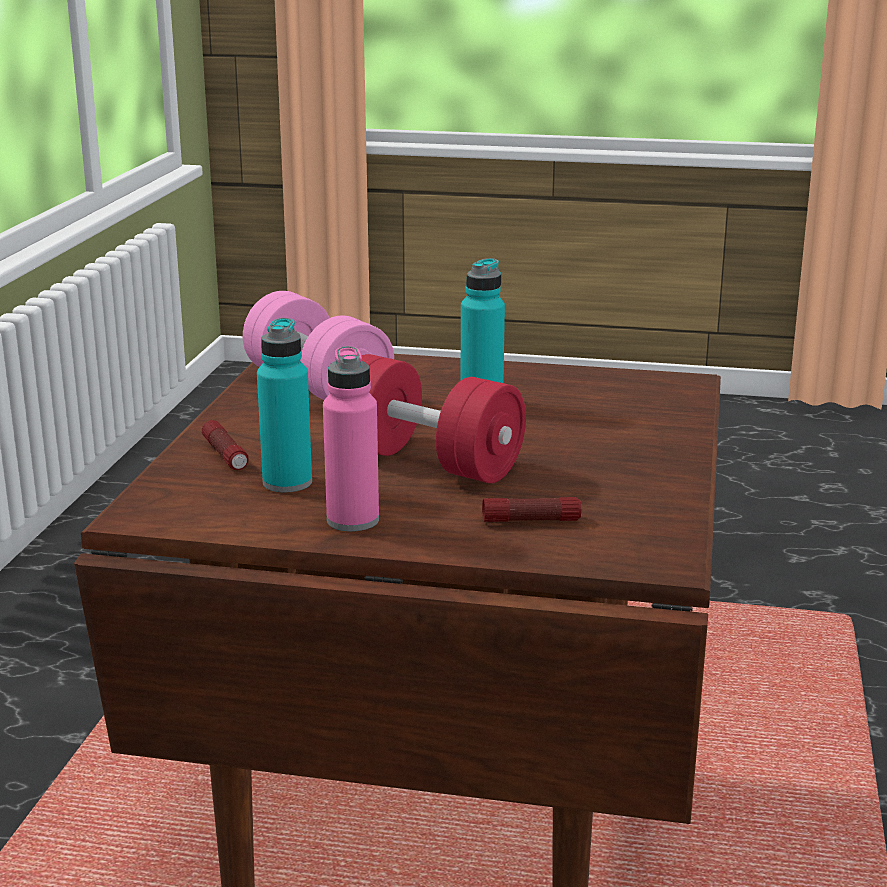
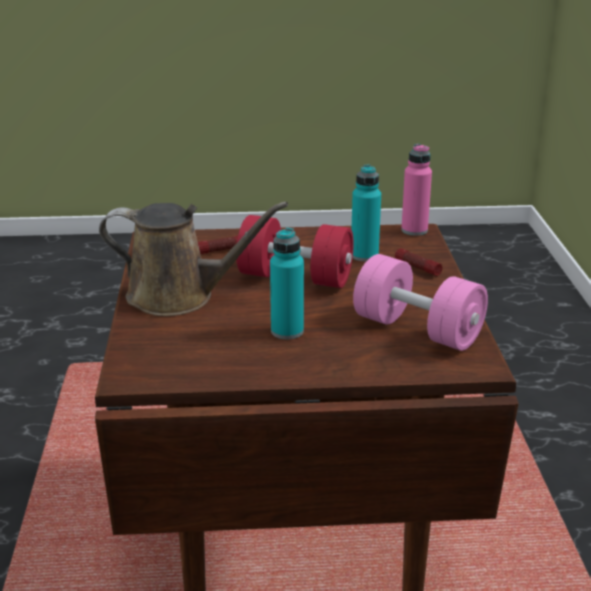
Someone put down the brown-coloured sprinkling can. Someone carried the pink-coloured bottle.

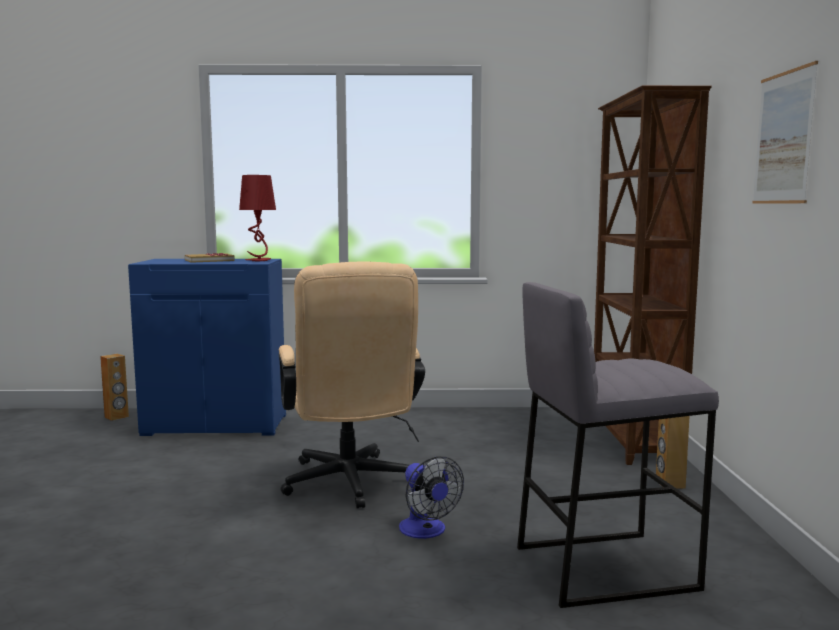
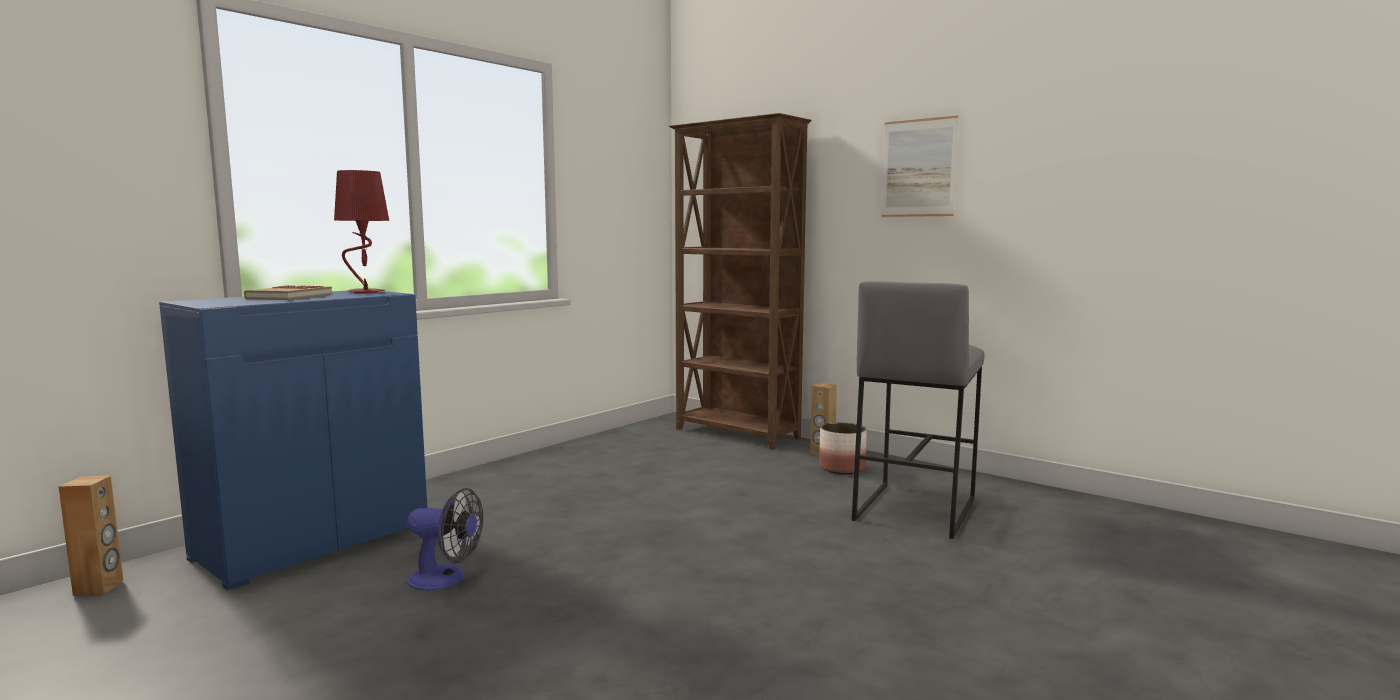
Someone carried the fan. Someone put down the flower pot. Someone took away the sand-coloured desk chair.

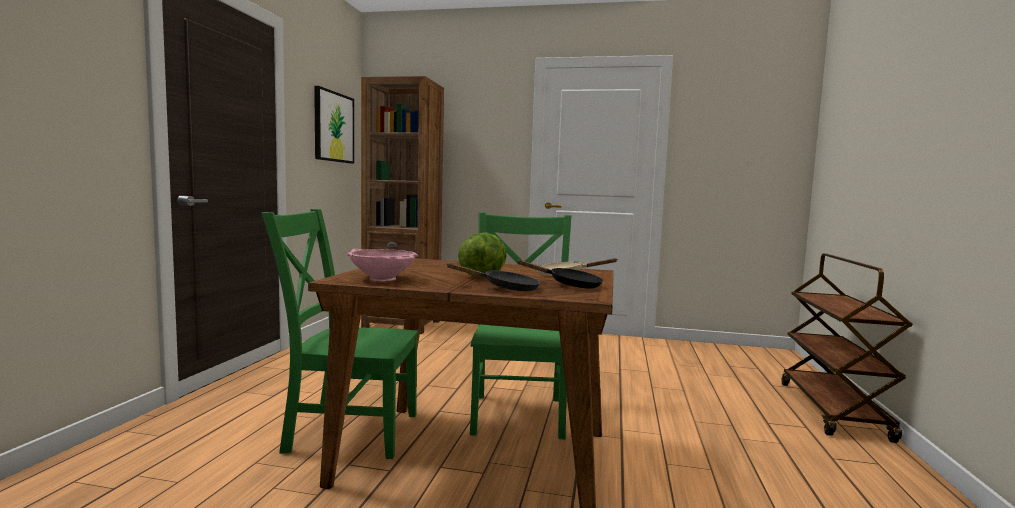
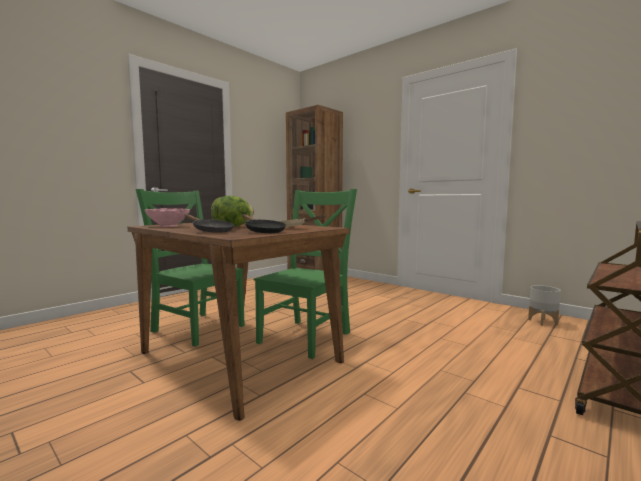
Someone put down the gray flower pot. Someone took away the wall art.

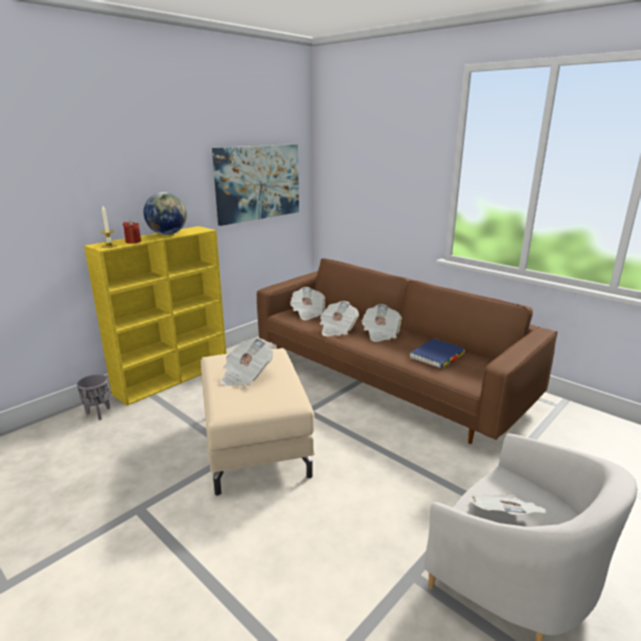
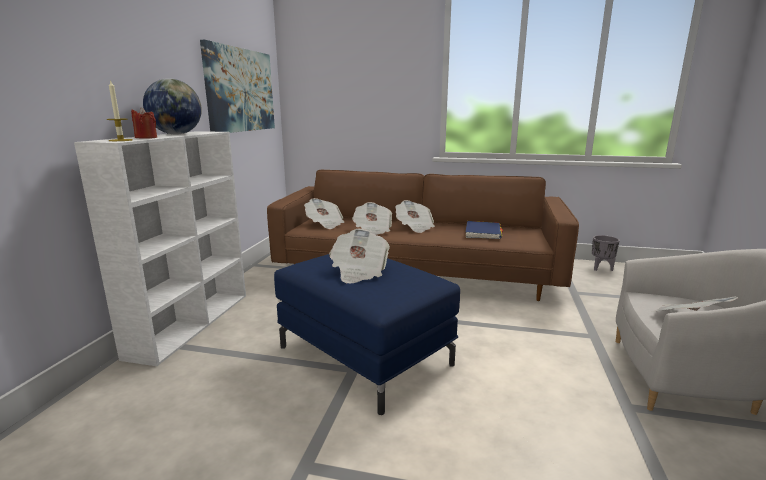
Someone repainted the yellow shelving unit, which became the white shelving unit. Someone repainted the sand-coloured ottoman, which became the blue ottoman. Someone carried the gray flower pot.

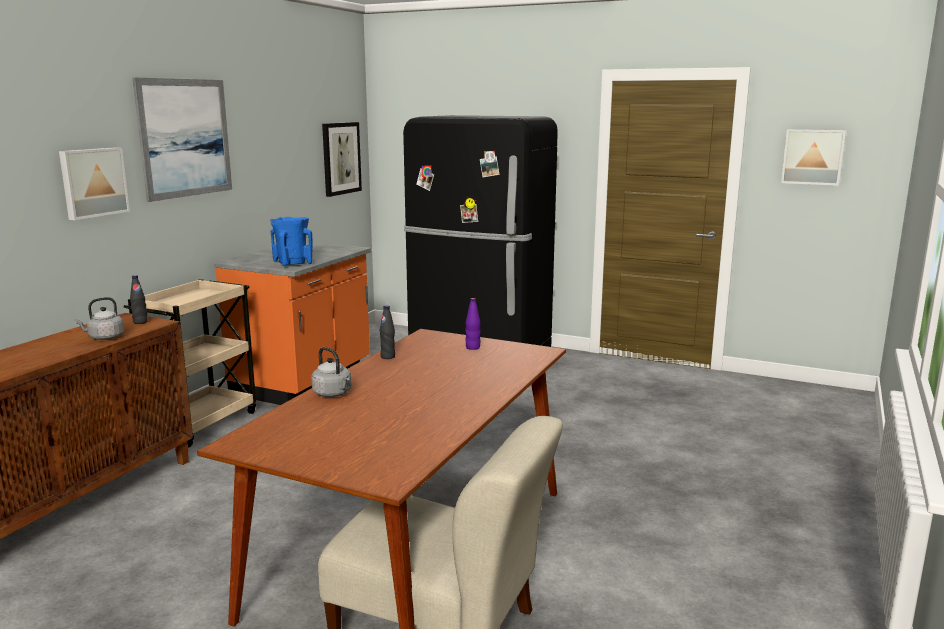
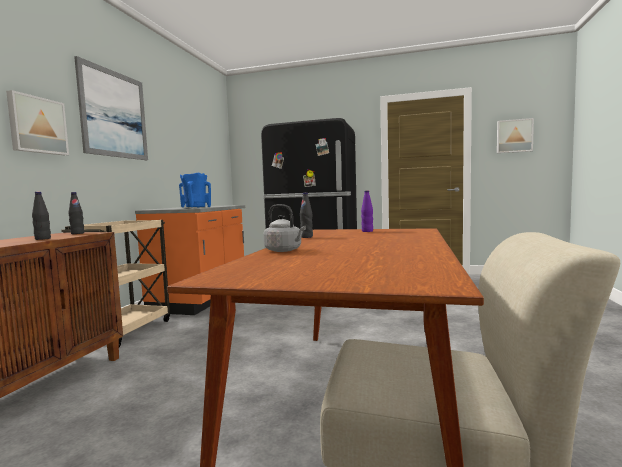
Someone swapped the gray tea kettle (no. 1 from left) for the blackish bottle (no. 1 from left). Someone took away the wall art (no. 3 from left).

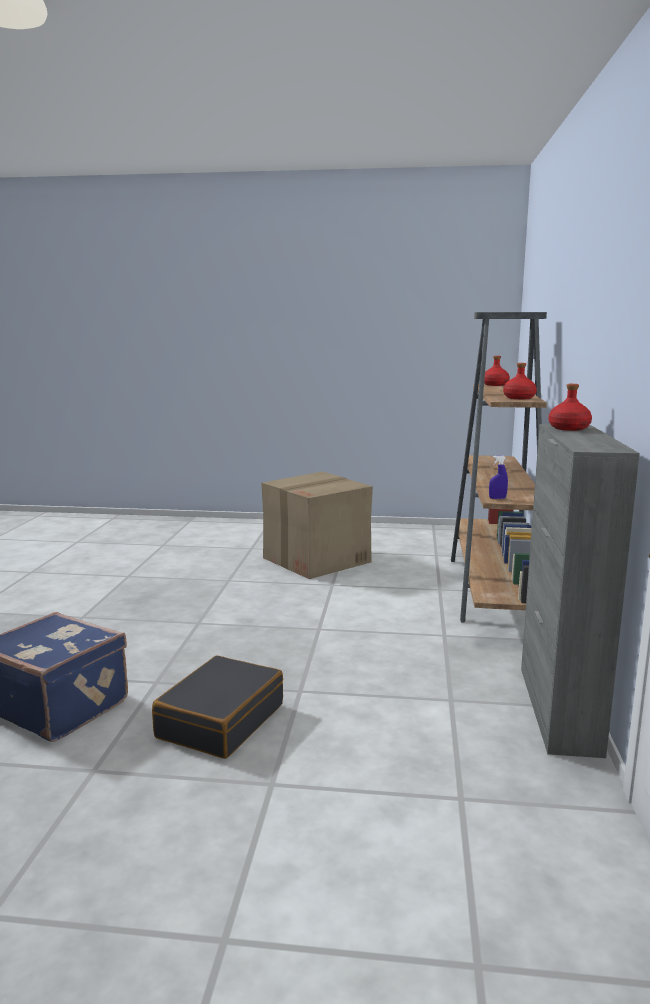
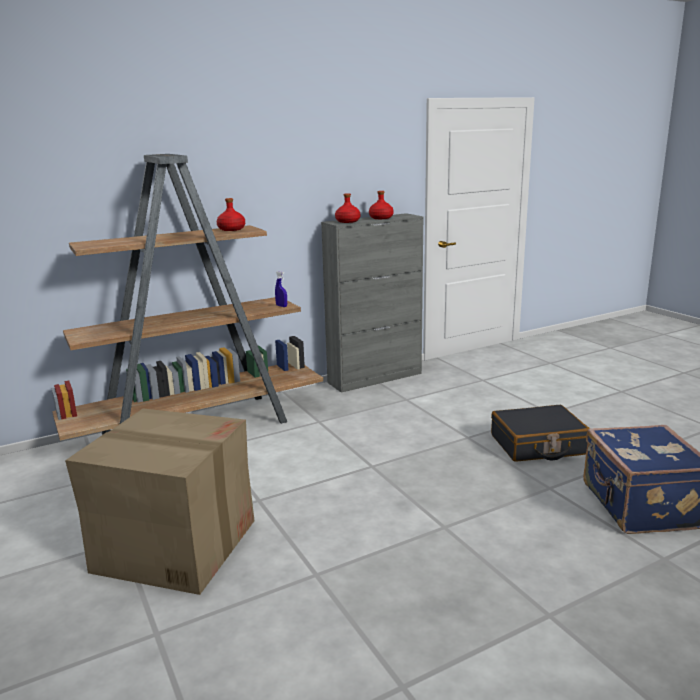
Someone carried the red bottle (no. 1 from left in the first image).

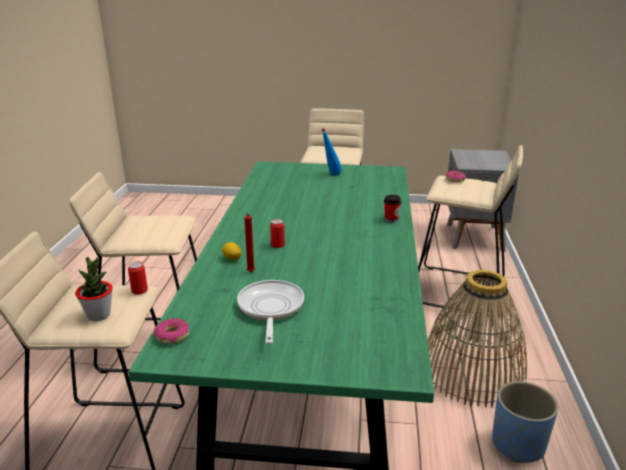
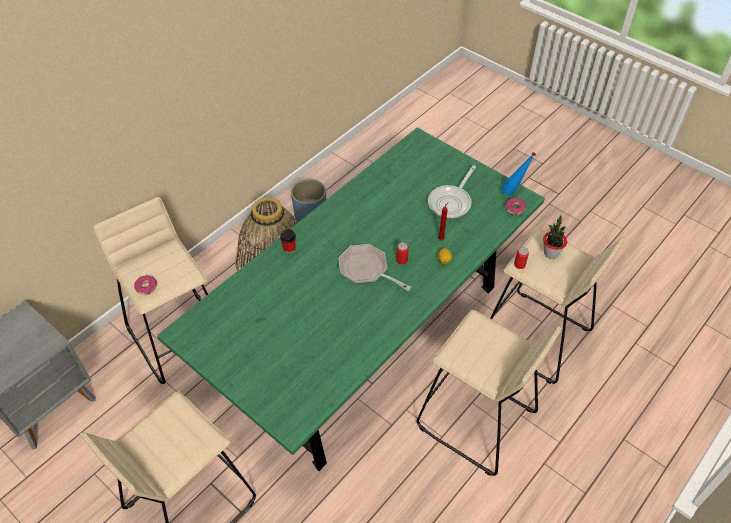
Someone put down the skillet (no. 1 from left). Someone carried the blue bottle.

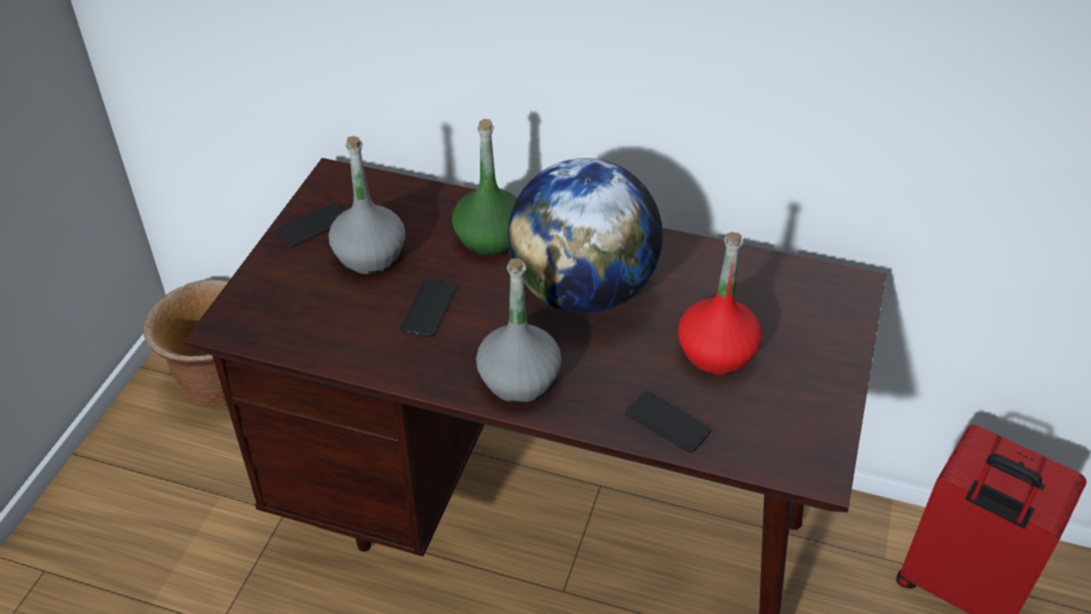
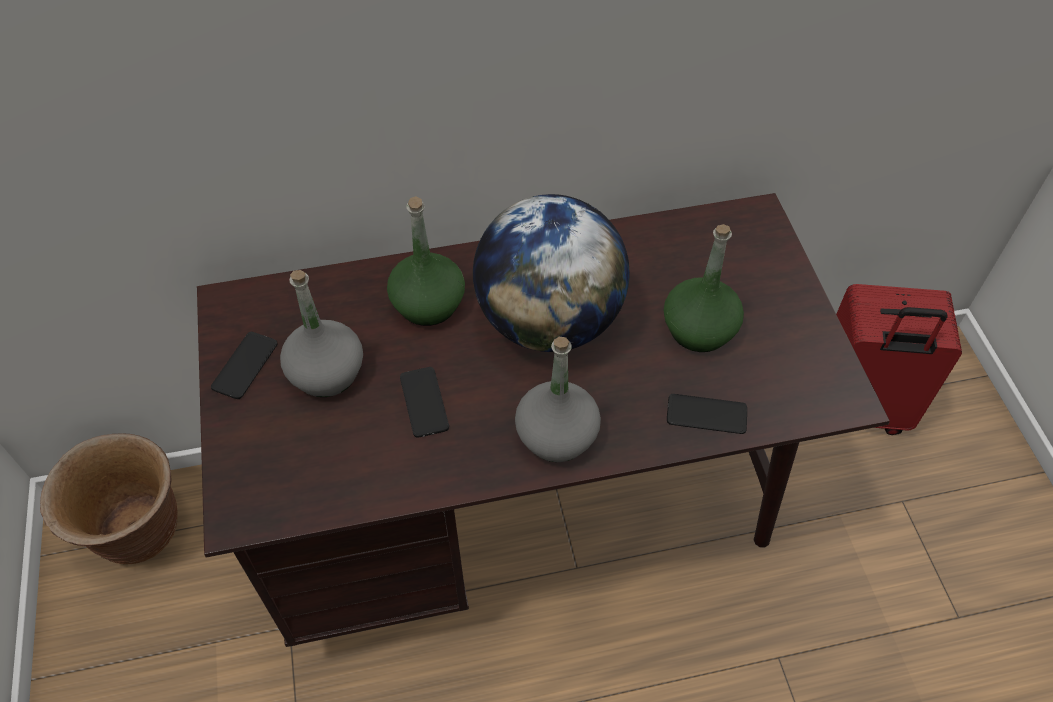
Someone repainted the red bottle, which became the green bottle (no. 2 from left).

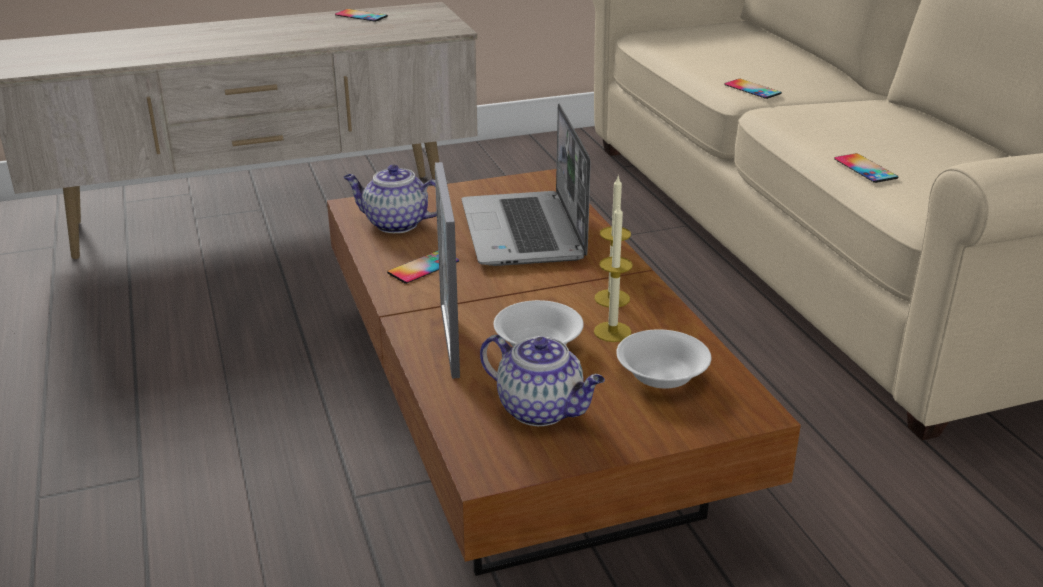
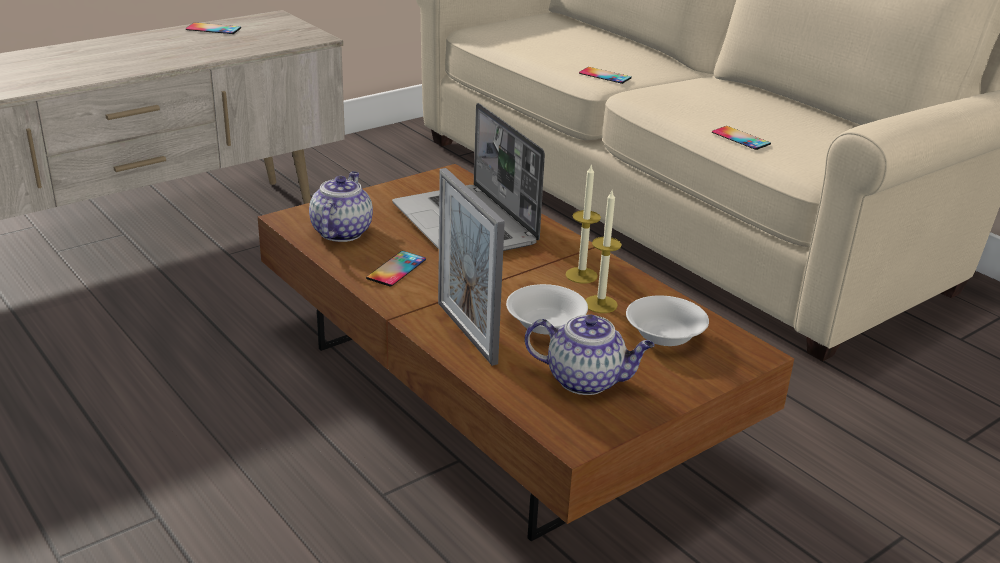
Someone rotated the pot for tea (no. 1 from left) by 105 degrees clockwise.

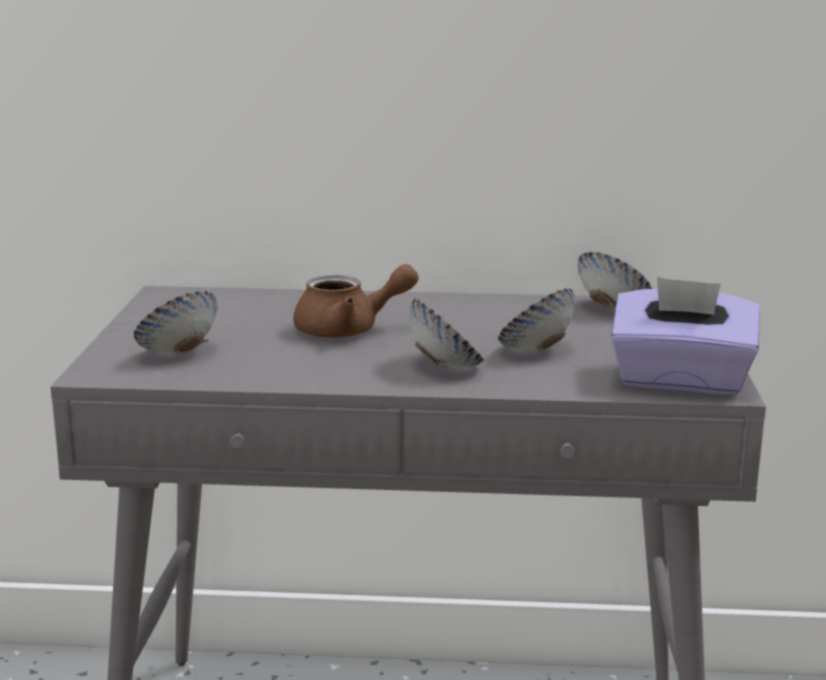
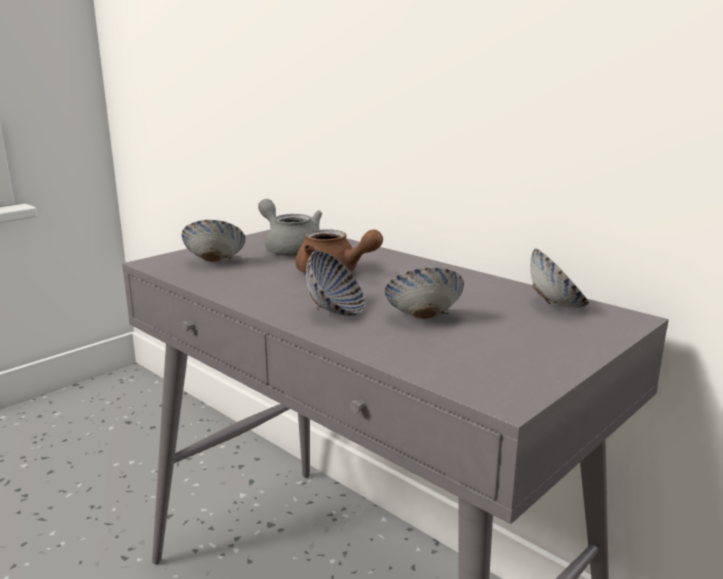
Someone put down the gray pot for tea. Someone took away the purple tissue box.

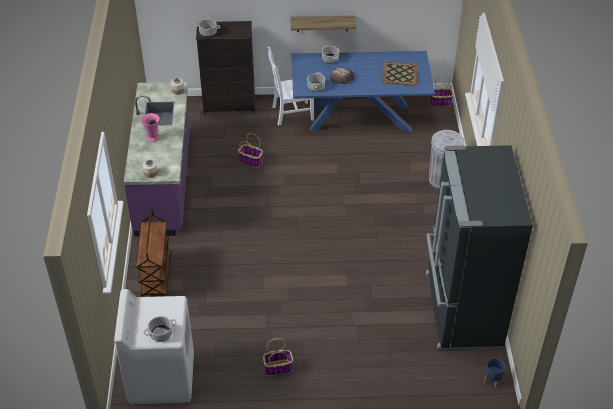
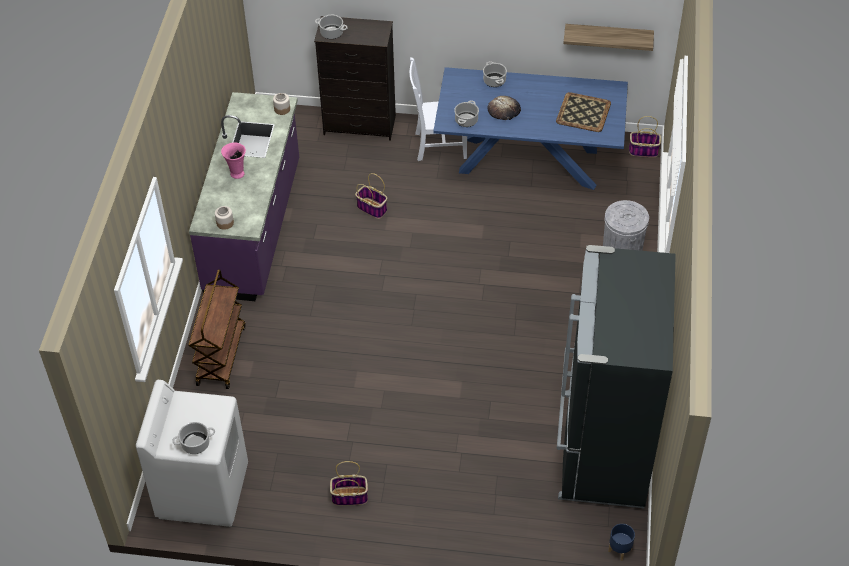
Someone carried the shelf.

